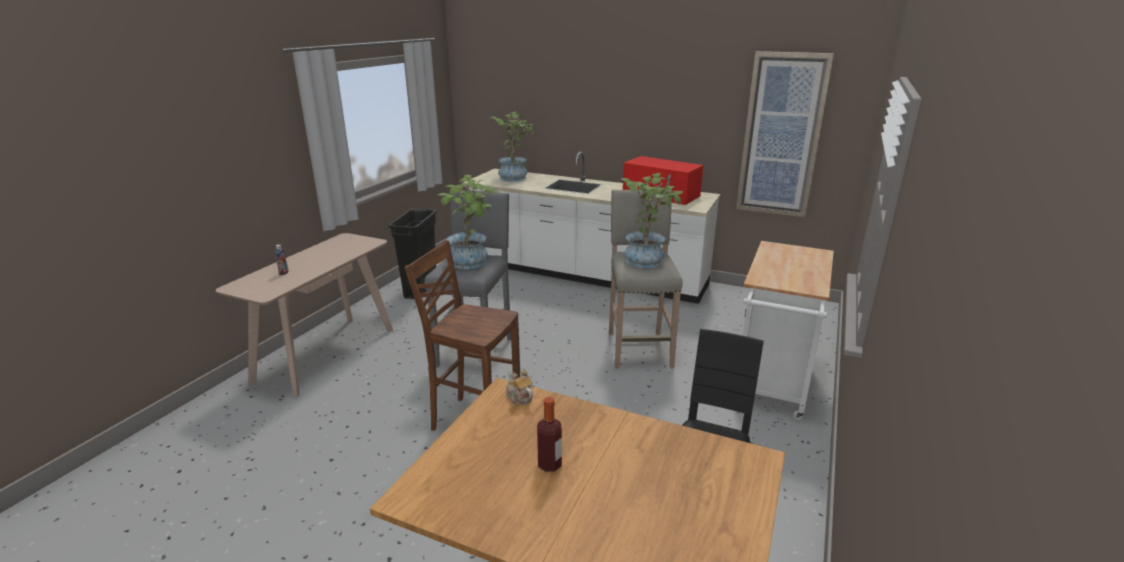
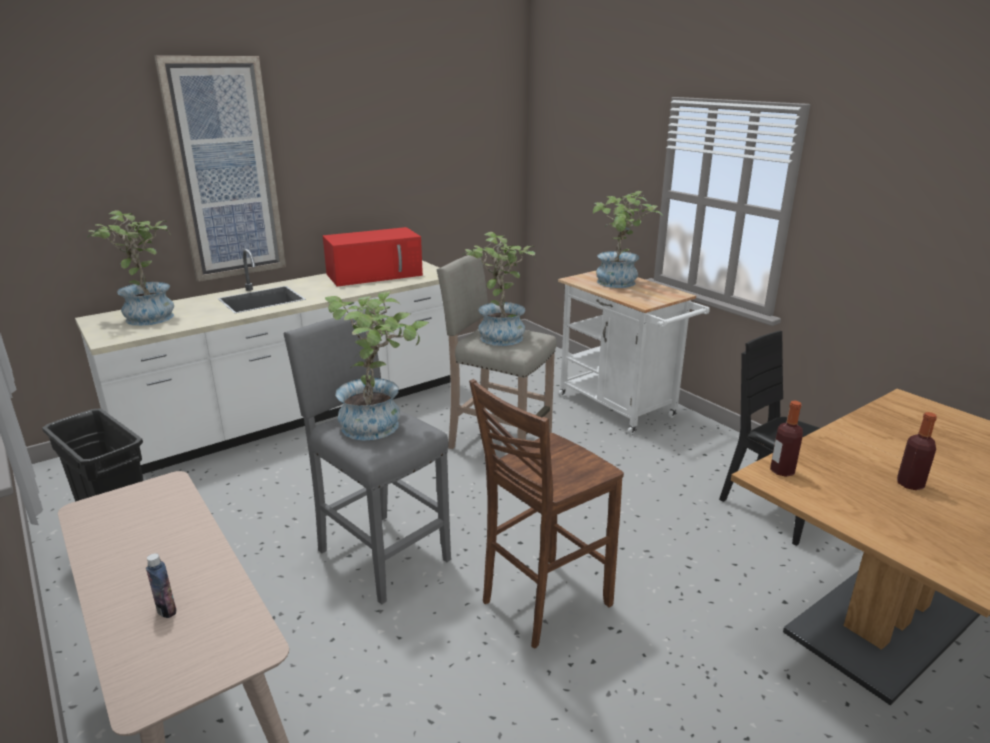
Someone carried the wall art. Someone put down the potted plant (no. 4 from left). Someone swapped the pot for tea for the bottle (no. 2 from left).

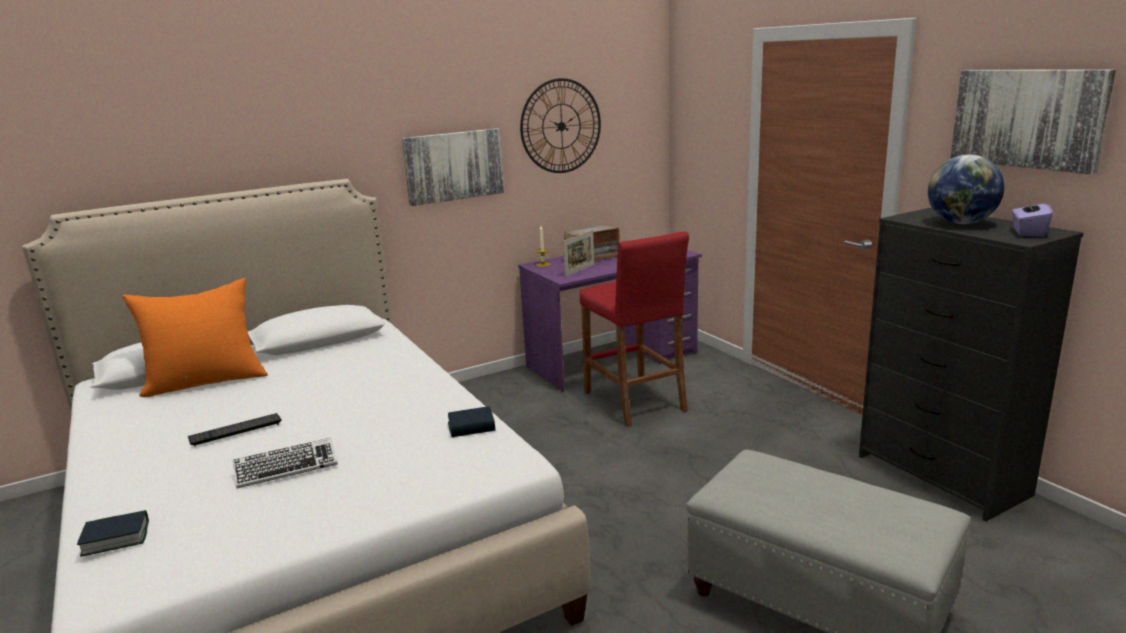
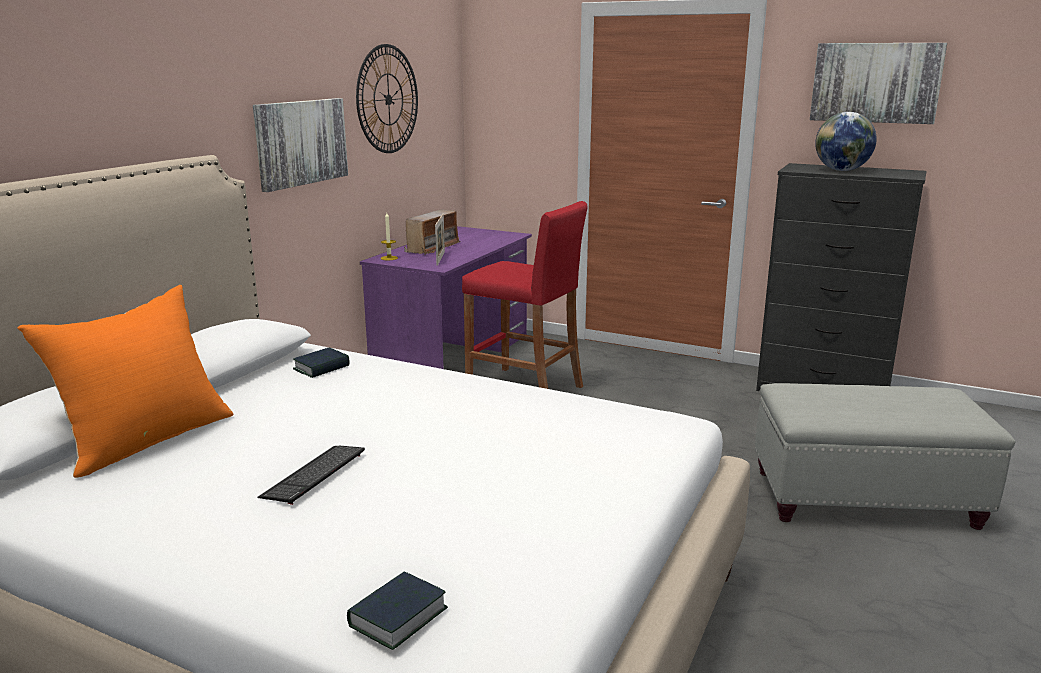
Someone carried the volume (no. 2 from left in the first image). Someone took away the computer keyboard (no. 2 from left). Someone took away the purple tissue box.

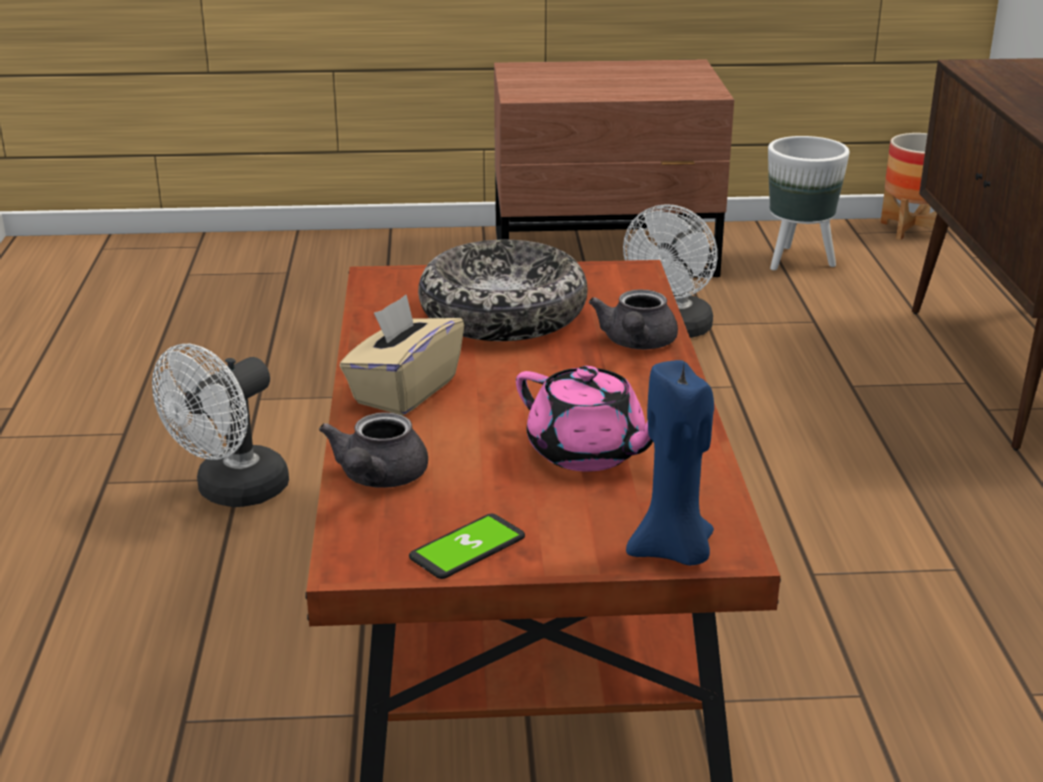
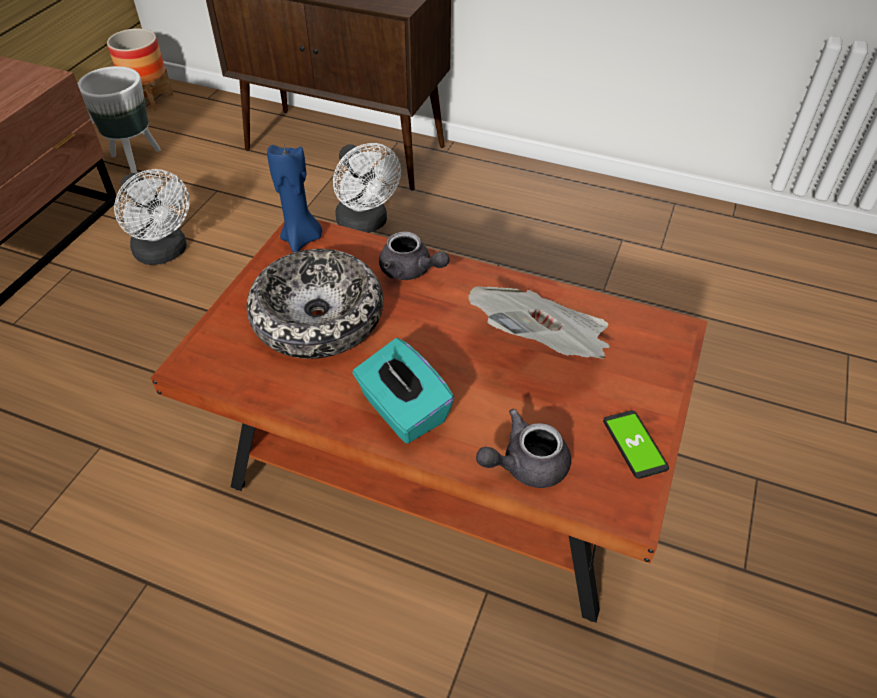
Someone carried the blue candle. Someone carried the white fan (no. 1 from left in the first image). Someone repainted the sand-coloured tissue box, which became the turquoise-coloured tissue box. Someone swapped the pink-coloured pot for tea for the newspaper. Someone rotated the gray pot for tea (no. 1 from left in the first image) by 120 degrees clockwise.

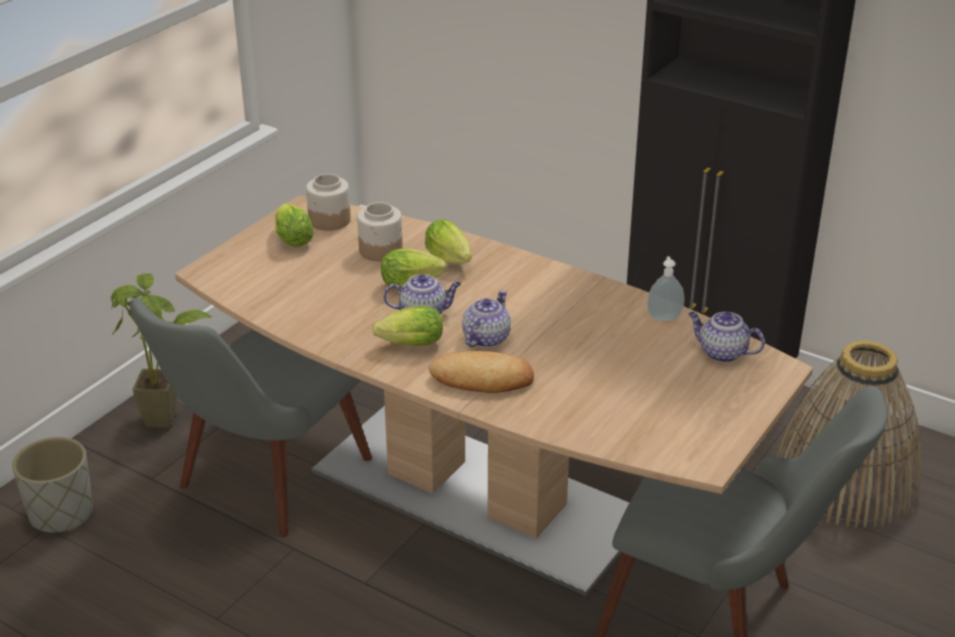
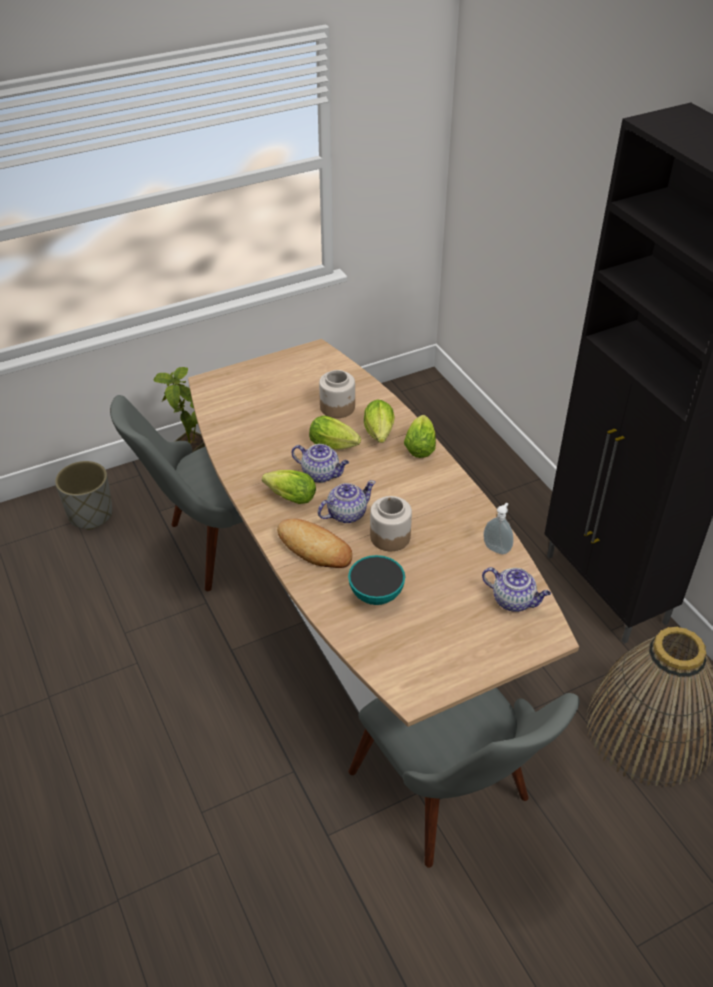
Someone put down the bowl. Someone carried the jar (no. 1 from left in the first image). Someone carried the head of lettuce (no. 1 from left in the first image). Someone rotated the pot for tea (no. 3 from left) by 150 degrees clockwise.

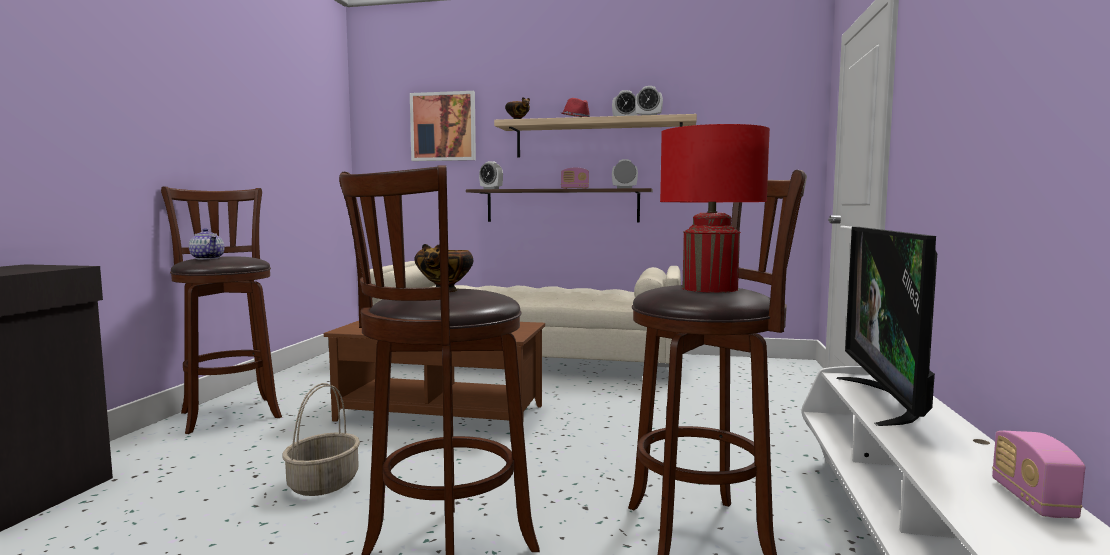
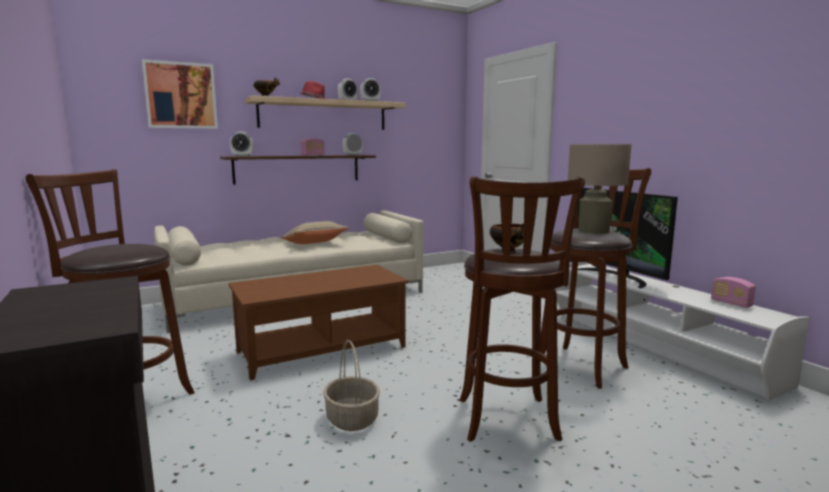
Someone put down the sand-coloured pillow. Someone repainted the red table lamp, which became the sand-coloured table lamp. Someone took away the pot for tea.

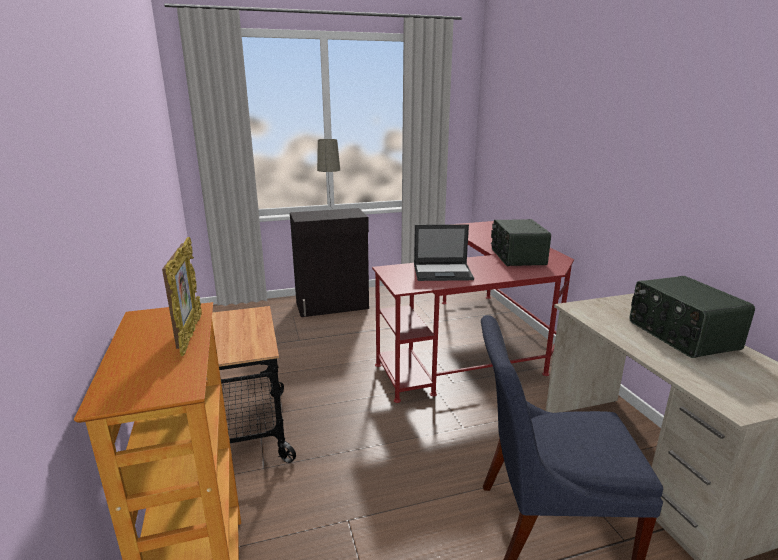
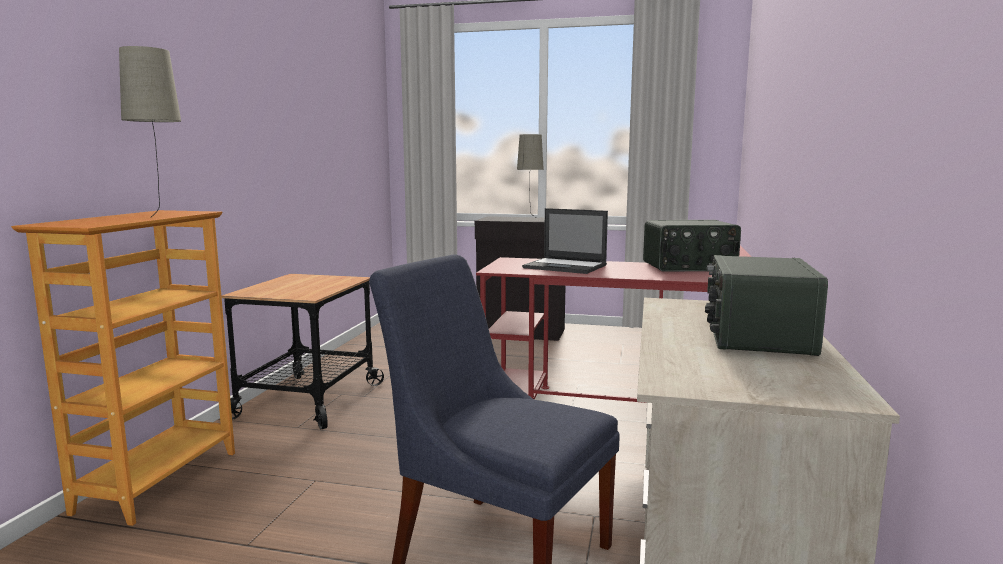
Someone swapped the standing frame for the sand-coloured table lamp (no. 1 from left). Someone rotated the radio receiver (no. 1 from left) by 120 degrees counterclockwise.

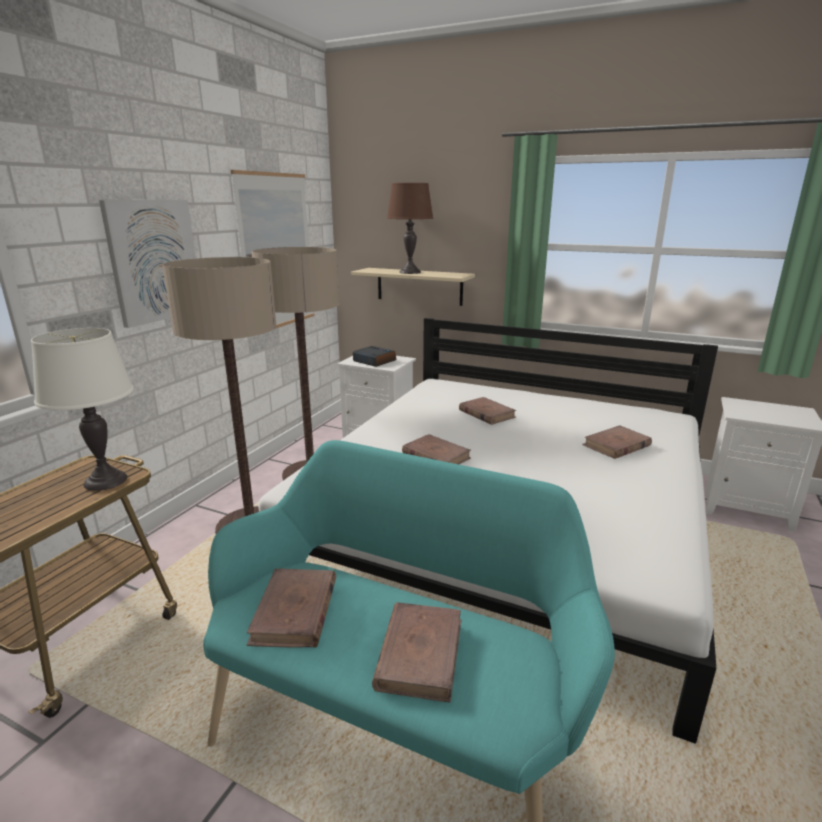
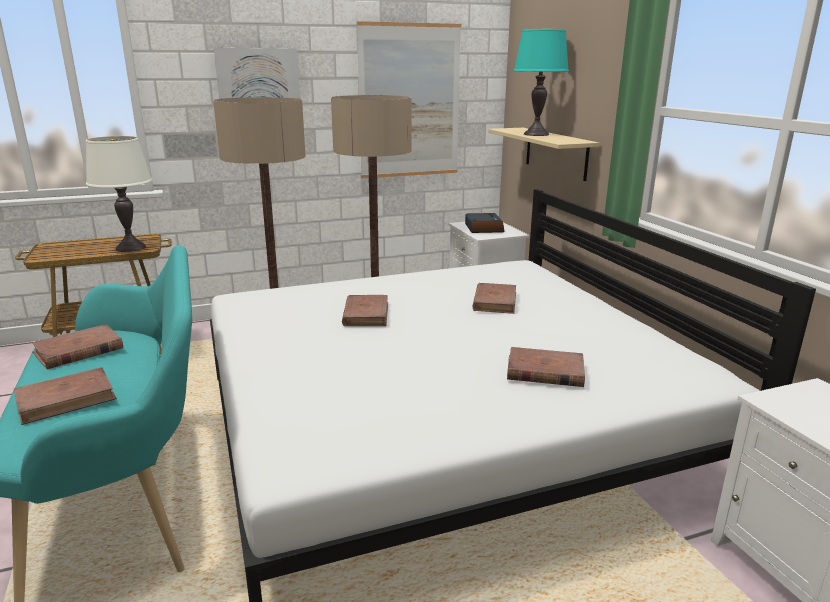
Someone repainted the brown-coloured table lamp, which became the turquoise-coloured table lamp.

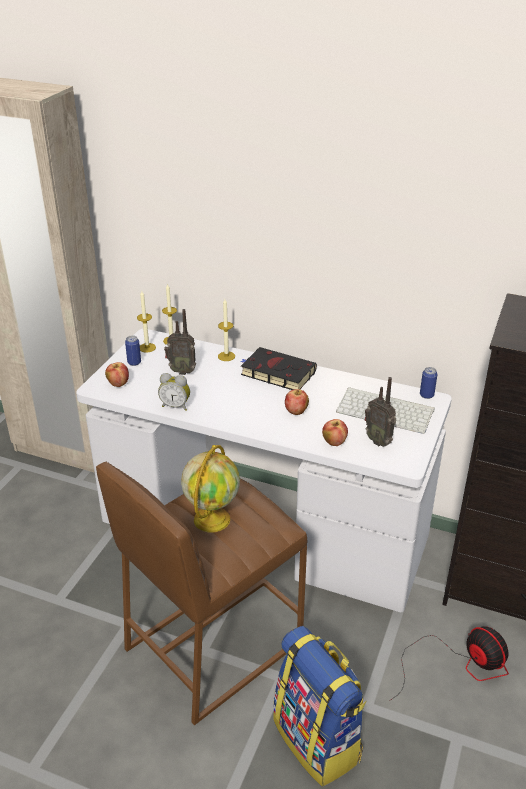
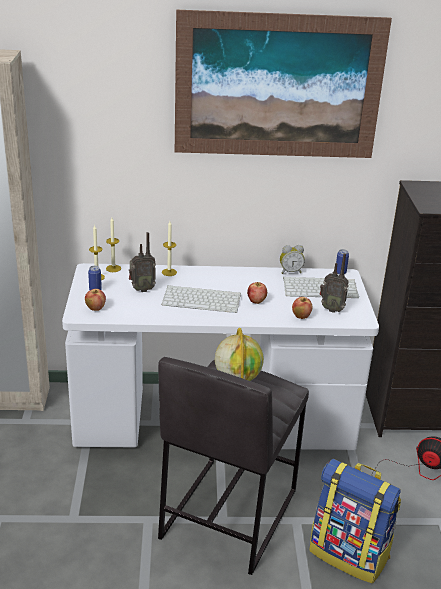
Someone repainted the brown-coloured stool, which became the gray stool. Someone put down the computer keyboard (no. 1 from left). Someone put up the wall art. Someone carried the table clock. Someone took away the blackish volume.

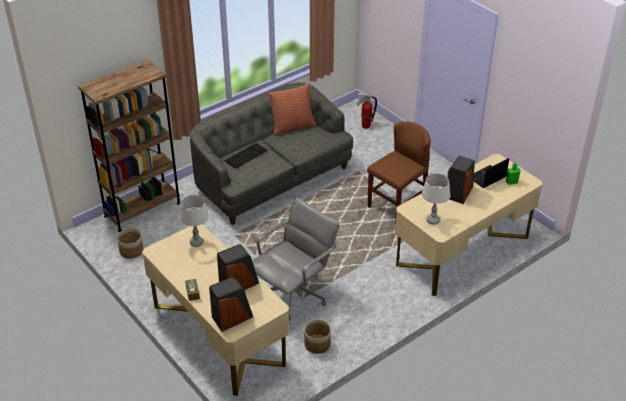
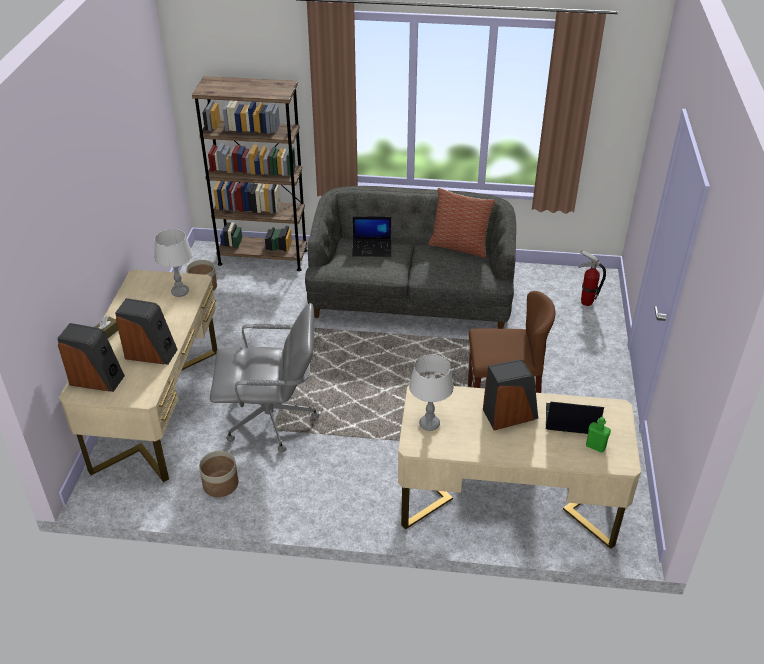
Someone swapped the computer keyboard for the notebook computer (no. 1 from left).

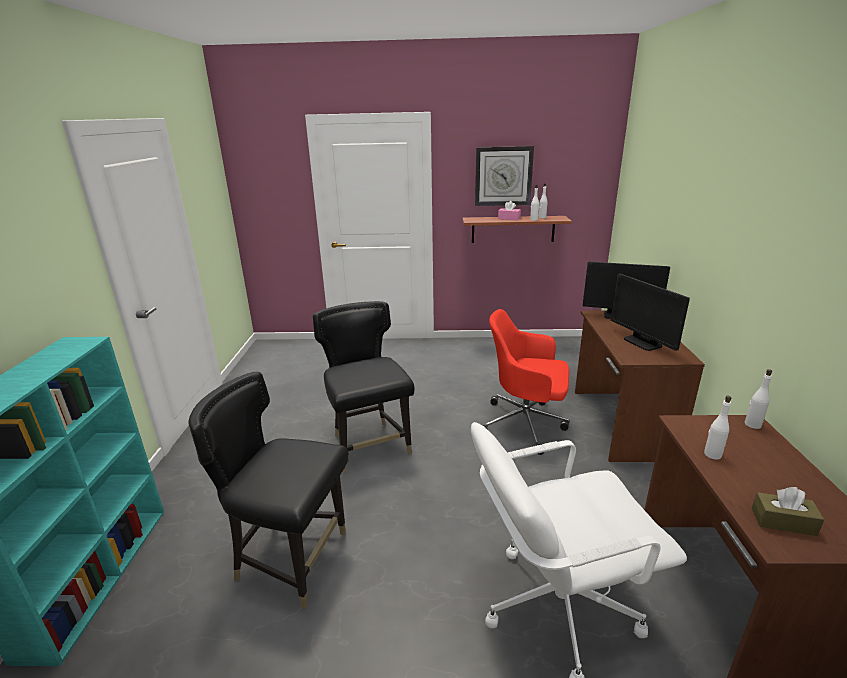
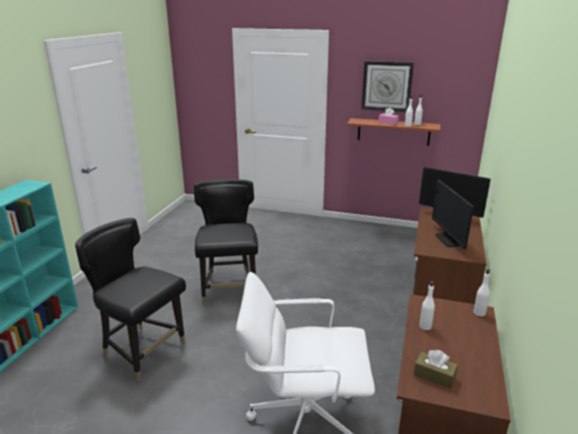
Someone took away the red desk chair.

